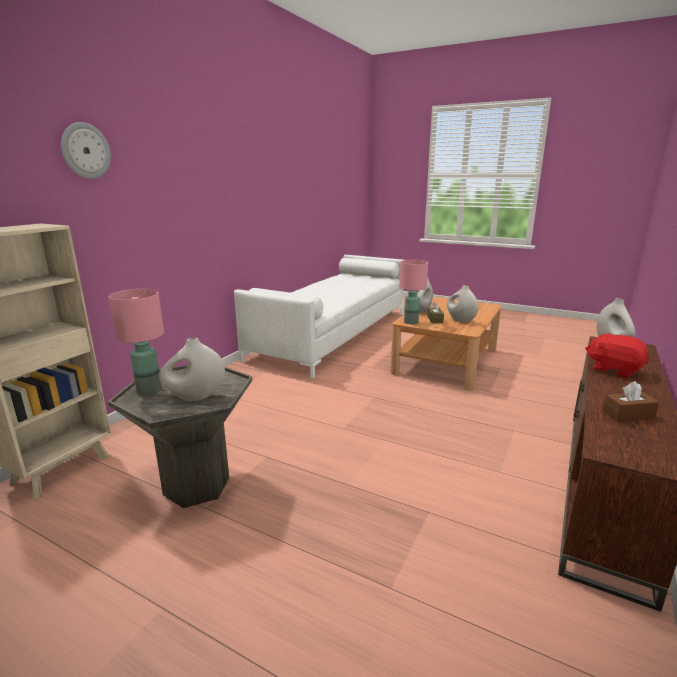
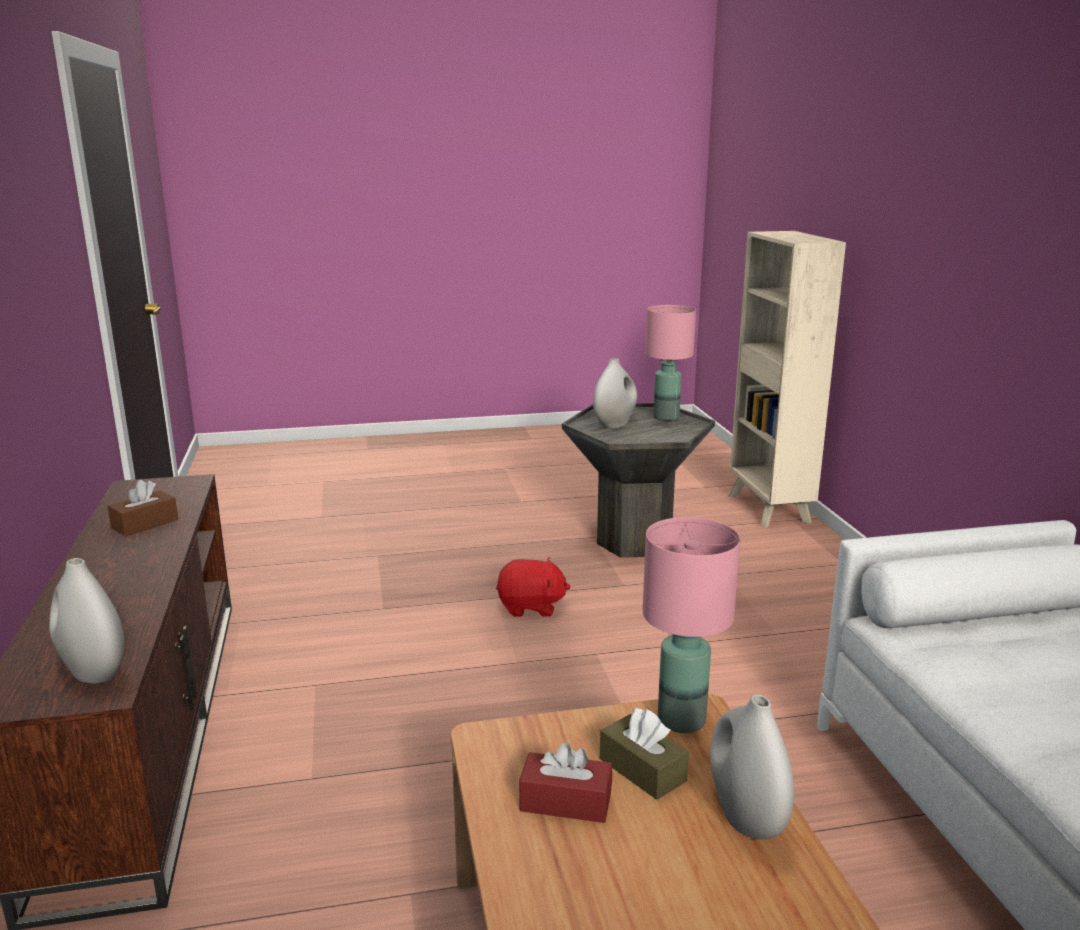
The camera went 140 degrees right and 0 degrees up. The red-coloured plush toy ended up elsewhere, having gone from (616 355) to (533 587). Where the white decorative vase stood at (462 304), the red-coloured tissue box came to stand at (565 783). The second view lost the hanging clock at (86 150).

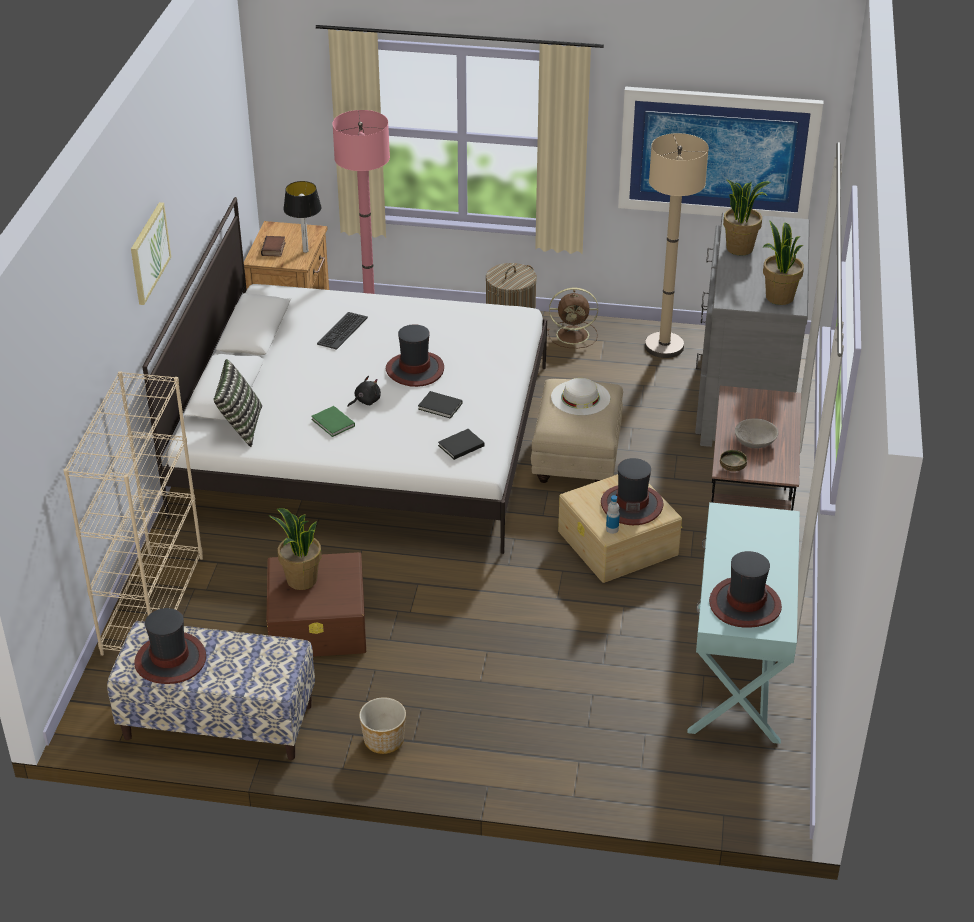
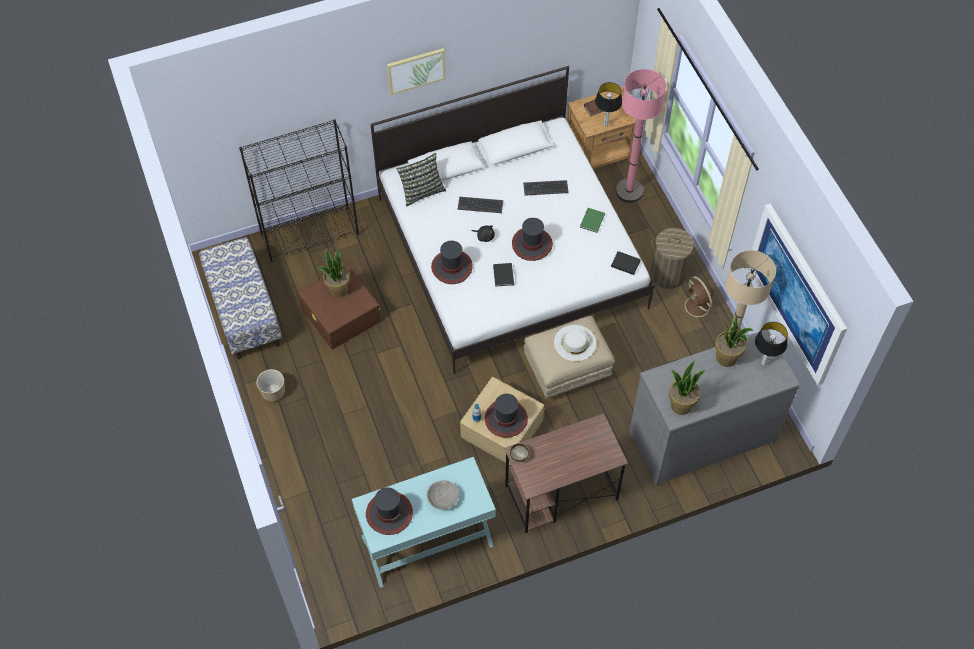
The camera went 60 degrees right and 20 degrees up. What was the sand-coloured bookcase at (133 513) turned into the black bookcase at (299 190). The gray serving bowl ended up elsewhere, having gone from (756 433) to (443 495). The clothing hat ended up elsewhere, having gone from (170 646) to (452 262). The second view gained the computer keyboard at (480 205). The green volume ended up elsewhere, having gone from (333 421) to (592 220). The black volume ended up elsewhere, having gone from (461 444) to (626 263). The second view gained the table lamp at (771 344).

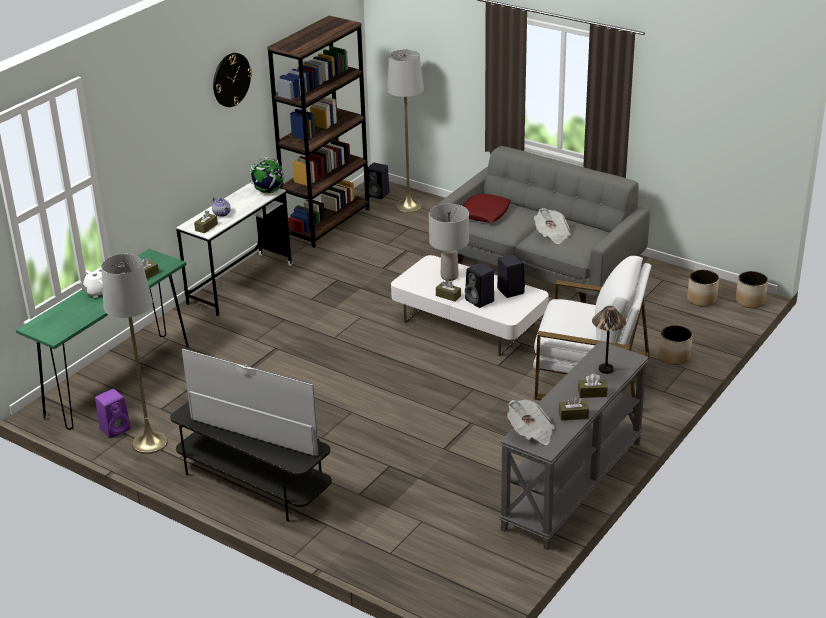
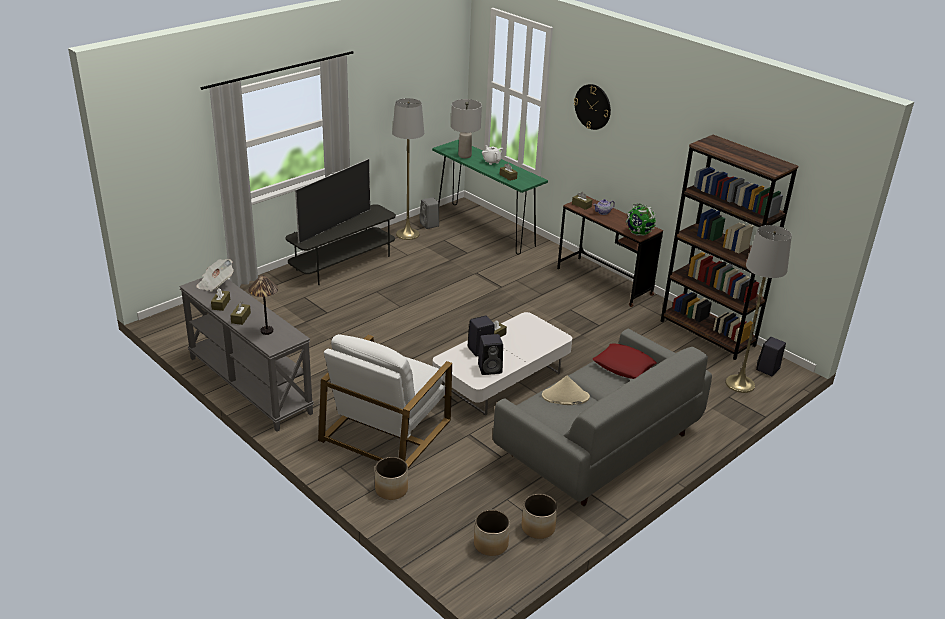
The camera went 100 degrees right and 0 degrees up. What was the purple-coloured speaker at (113 413) turned into the gray speaker at (429 213). The gray table lamp ended up elsewhere, having gone from (449 242) to (466 128). The flower pot ended up elsewhere, having gone from (752 289) to (539 516). Where the newspaper stood at (552 226), the sand-coloured clothing hat came to stand at (566 390). What was the white desk table at (234 248) turned into the brown-coloured desk table at (610 251). The hanging clock ended up elsewhere, having gone from (232 80) to (592 107).

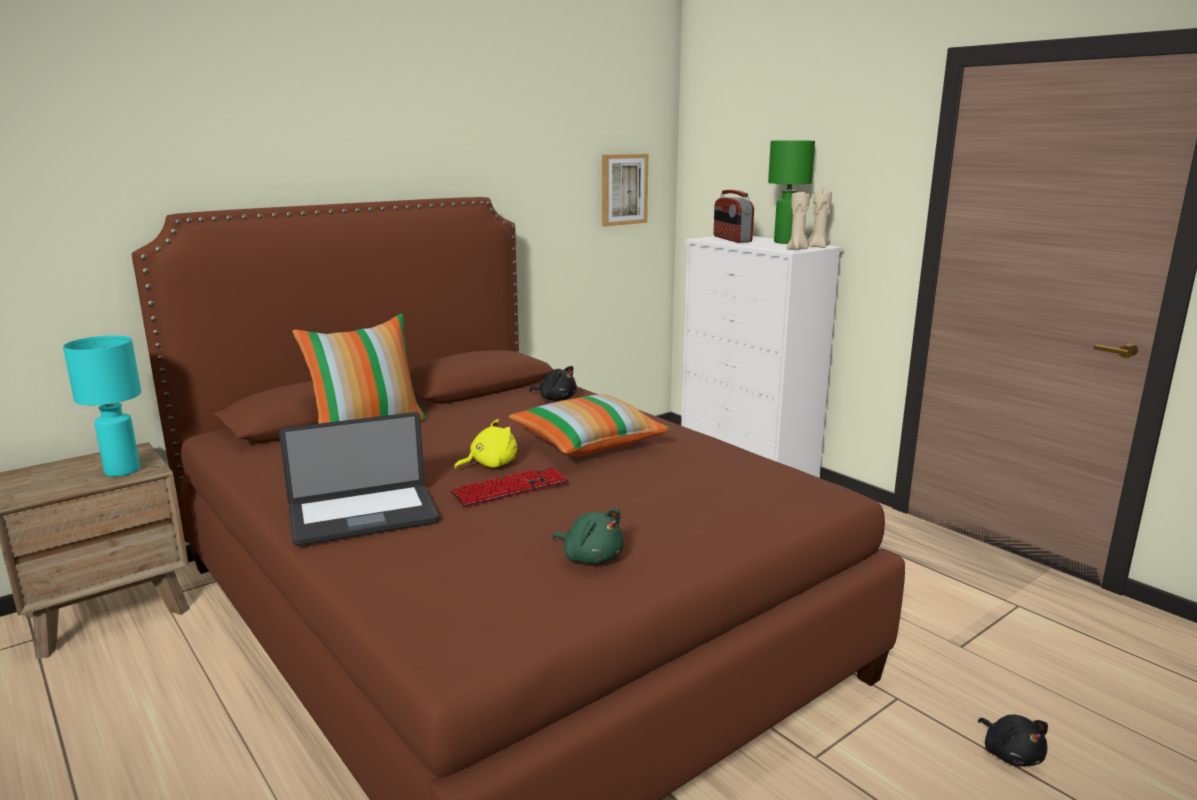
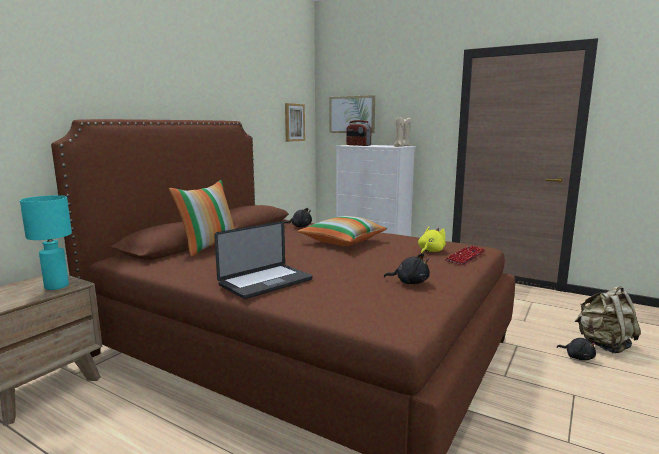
The camera went 20 degrees left and 5 degrees down. The second view gained the wall picture at (352 114). What was the green plush toy at (588 536) turned into the black plush toy at (407 269). The yellowish plush toy ended up elsewhere, having gone from (485 444) to (432 240). The computer keyboard ended up elsewhere, having gone from (509 487) to (465 255). The second view gained the sand-coloured rucksack at (607 320). The second view lost the green table lamp at (791 192).

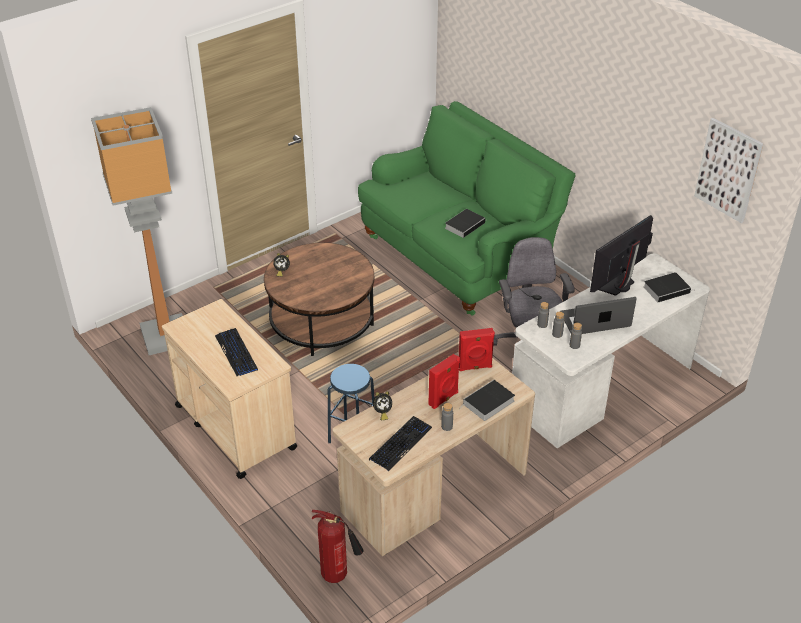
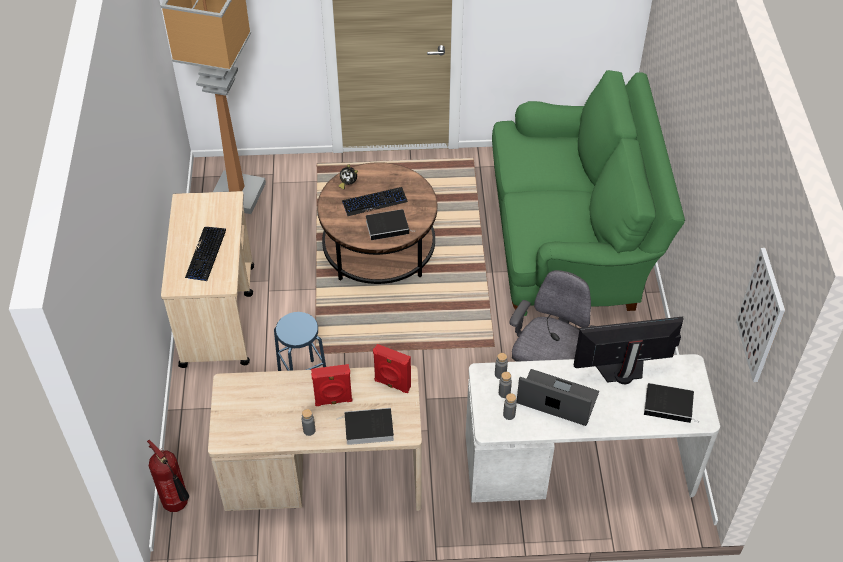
The camera went 35 degrees right and 10 degrees up. The computer keyboard ended up elsewhere, having gone from (400 443) to (375 201). The volume ended up elsewhere, having gone from (466 223) to (391 224). The second view lost the table clock at (382 405).

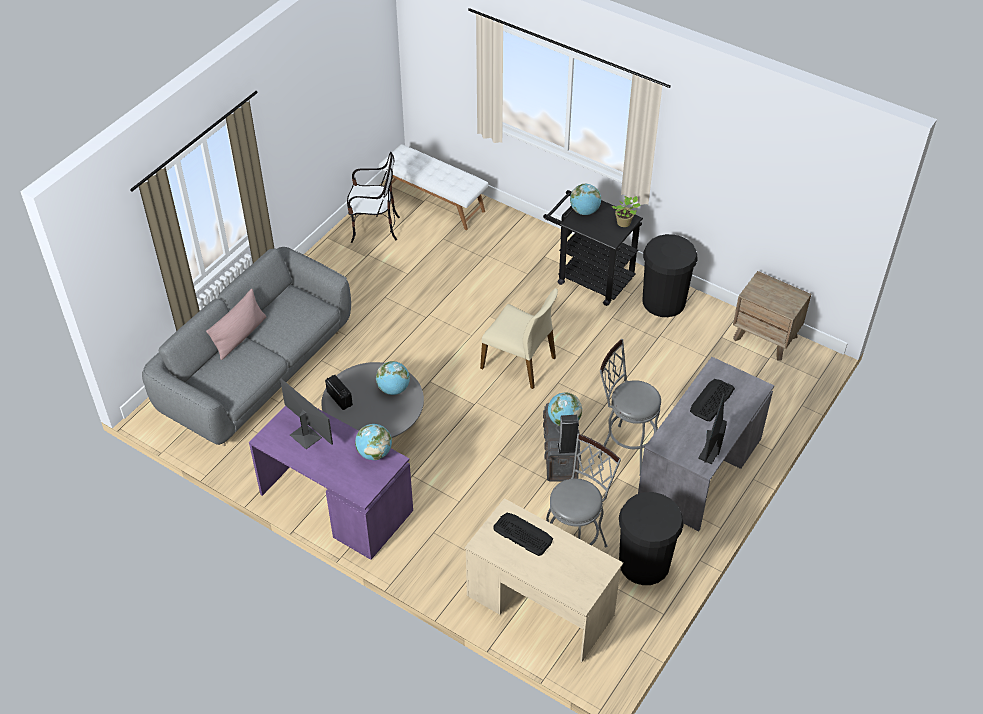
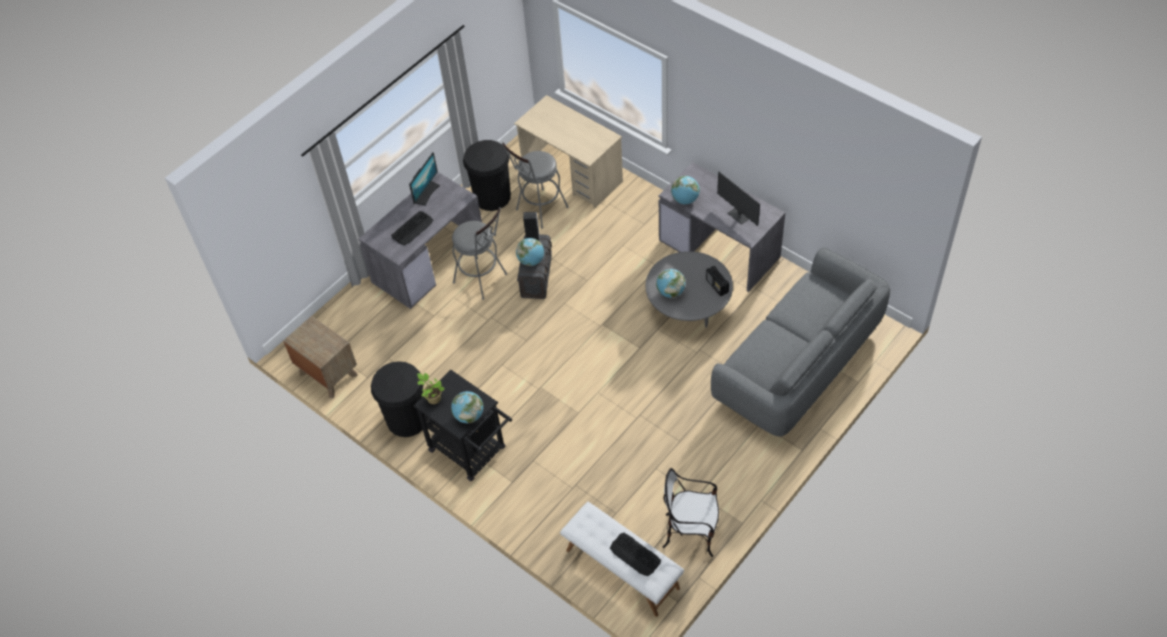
The camera went 170 degrees left and 5 degrees up. The computer keyboard ended up elsewhere, having gone from (523 534) to (635 555). What was the purple-coloured desk table at (331 483) turned into the gray desk table at (722 227). The second view lost the pink cushion at (236 324). The second view lost the sand-coloured plain chair at (519 338).

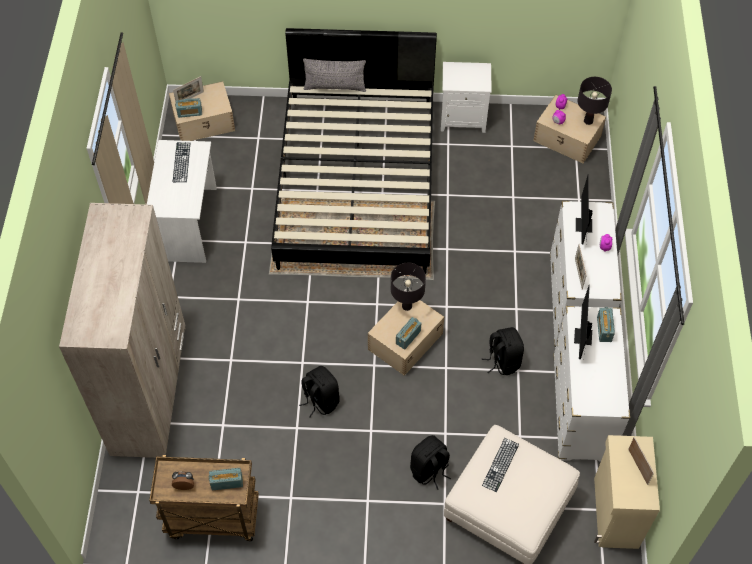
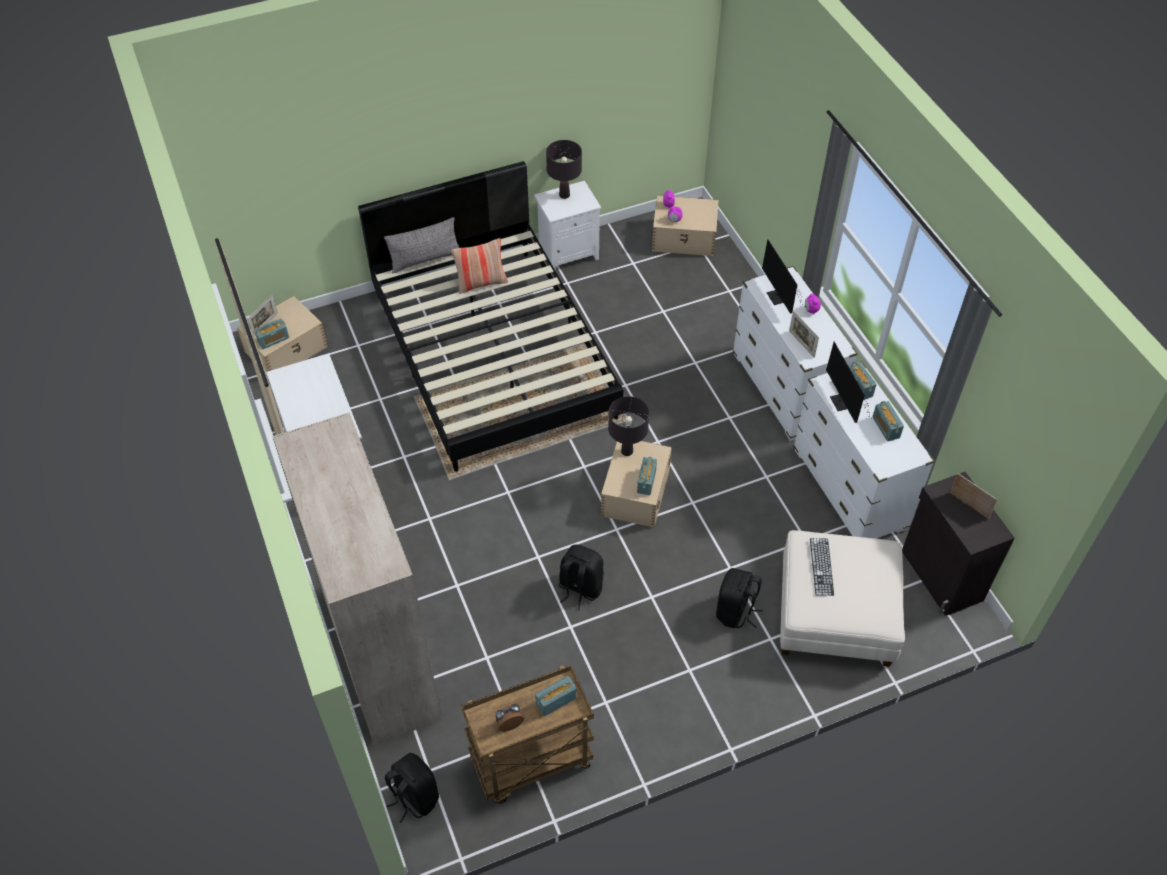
The camera went 25 degrees left and 5 degrees down. The black rucksack ended up elsewhere, having gone from (503 351) to (412 788). The second view gained the cushion at (479 266). The black table lamp ended up elsewhere, having gone from (595 101) to (564 169). The second view gained the radio set at (888 421). What was the sand-coloured cabinet at (627 492) turned into the black cabinet at (958 544). The second view lost the computer keyboard at (182 162).

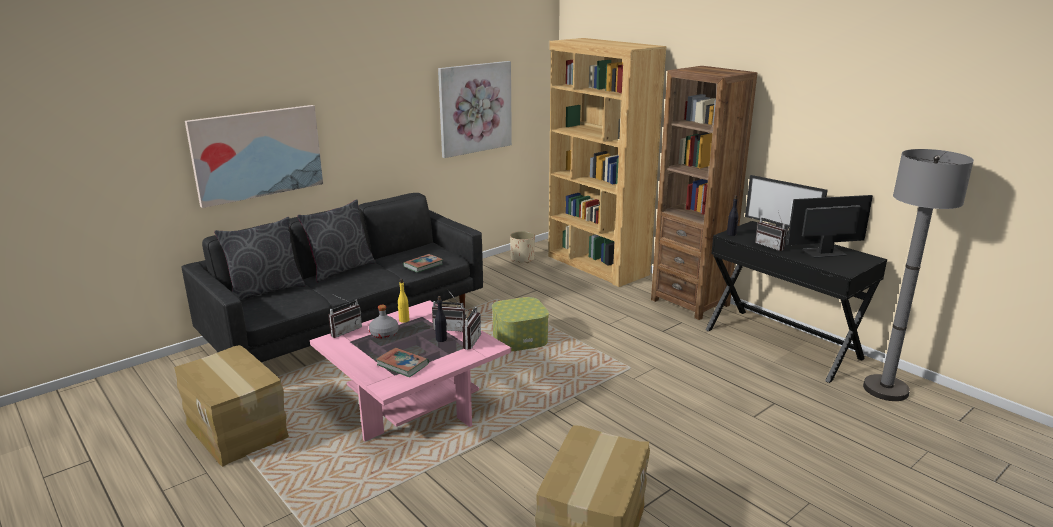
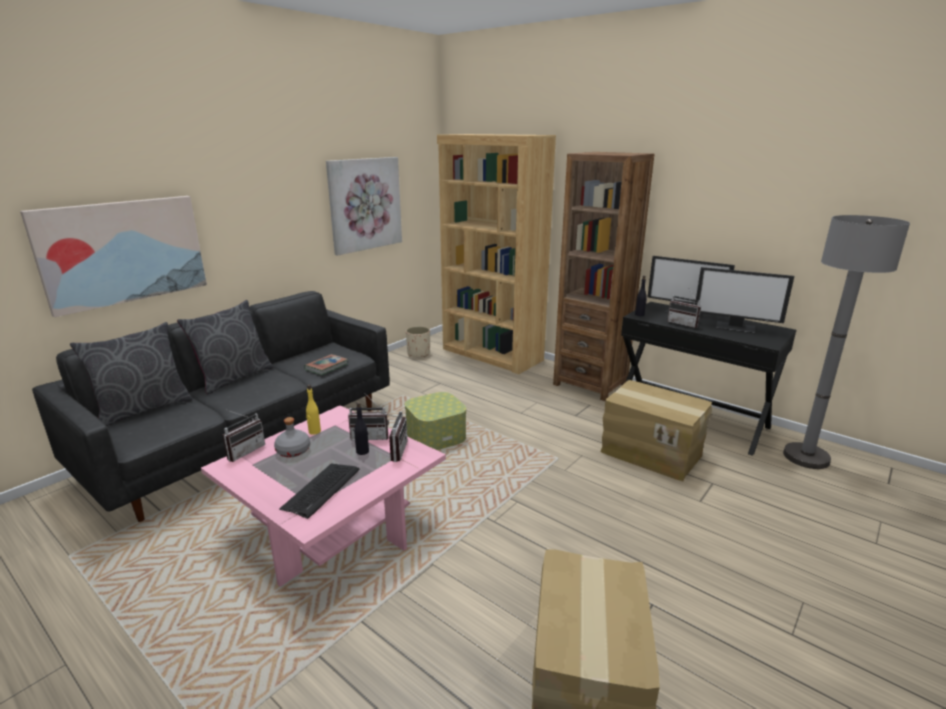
The camera went 10 degrees left and 0 degrees up. Where the volume stood at (402 362), the computer keyboard came to stand at (319 491). The cardboard box ended up elsewhere, having gone from (231 406) to (656 431). The computer screen at (830 226) ended up facing another way, 135 degrees counterclockwise from before.

